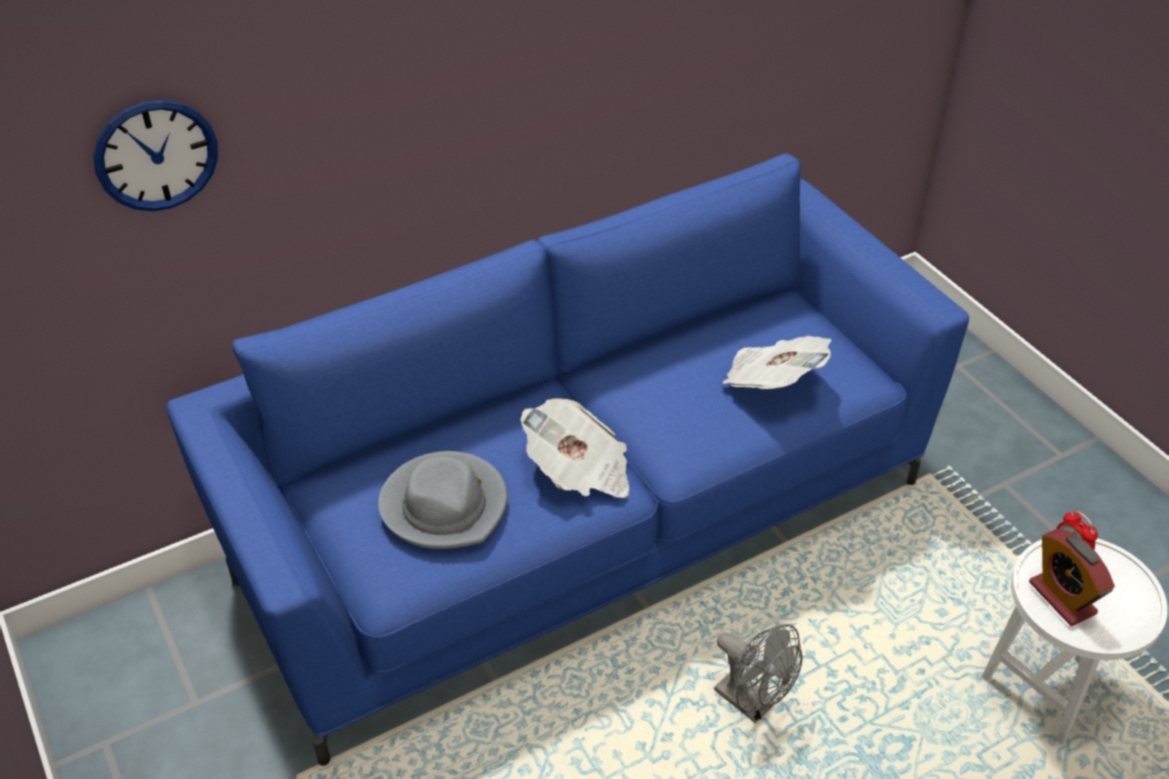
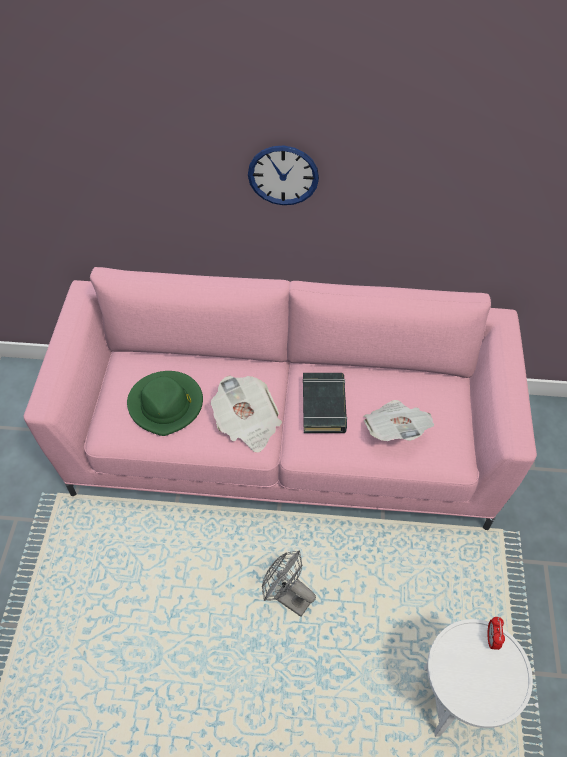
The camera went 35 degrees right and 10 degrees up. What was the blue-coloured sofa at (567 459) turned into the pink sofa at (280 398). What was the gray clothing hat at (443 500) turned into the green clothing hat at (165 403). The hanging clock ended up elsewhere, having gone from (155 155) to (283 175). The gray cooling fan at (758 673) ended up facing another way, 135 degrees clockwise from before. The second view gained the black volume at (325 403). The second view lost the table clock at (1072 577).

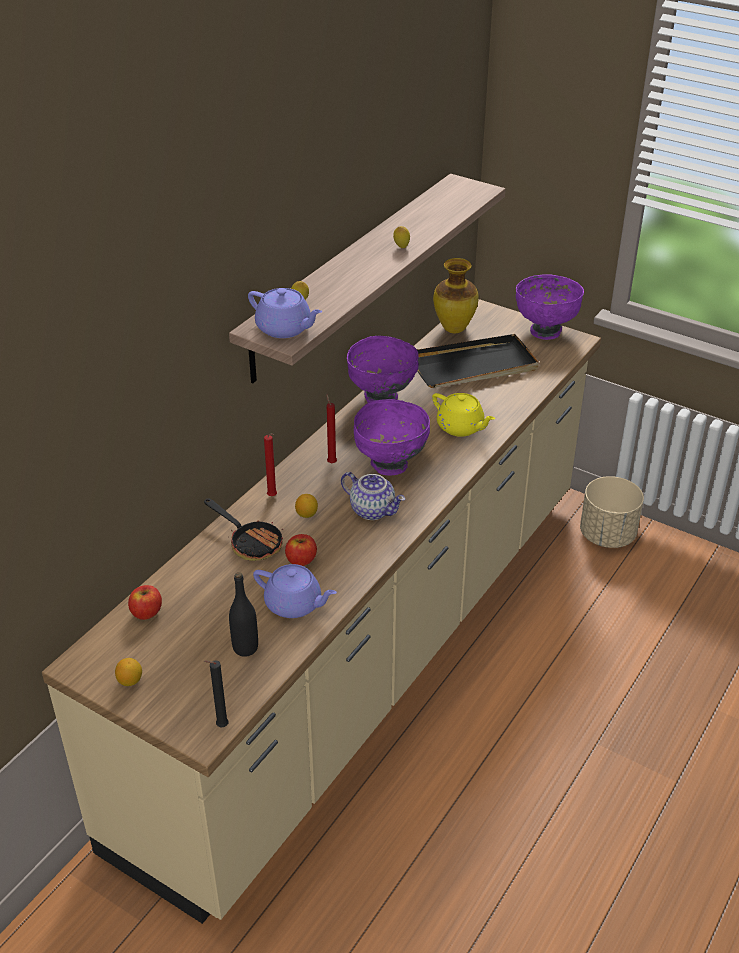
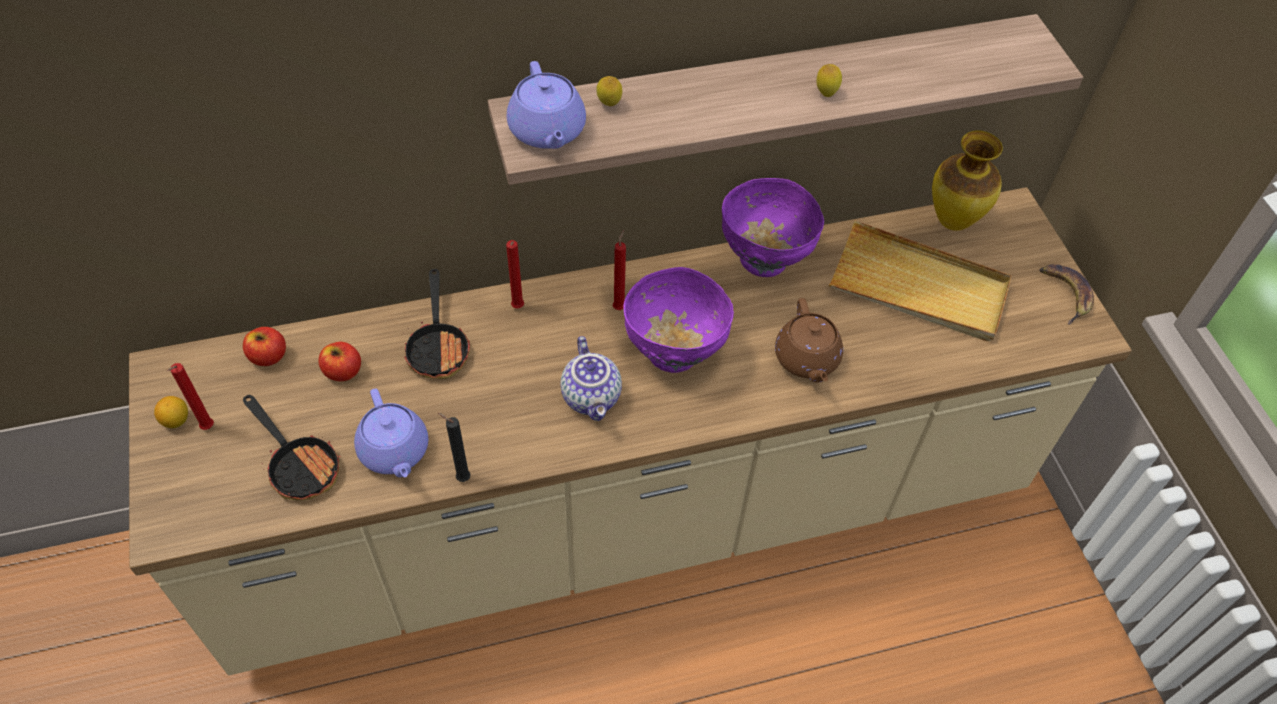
The camera went 40 degrees right and 15 degrees up. The second view gained the red-coloured wax candle at (190 396). Where the black drink bottle stood at (243 614), the skillet came to stand at (292 447). The apple ended up elsewhere, having gone from (301 550) to (339 362). The black wax candle ended up elsewhere, having gone from (216 693) to (454 447). What was the yellowish tea pot at (463 415) turned into the brown-coloured tea pot at (809 340). What was the black serving tray at (478 361) turned into the sand-coloured serving tray at (920 280). Where the purple-coloured serving bowl stood at (550 307), the banana came to stand at (1066 294). The second view lost the whole lemon at (306 506). The second view lost the sand-coloured flower pot at (612 512).

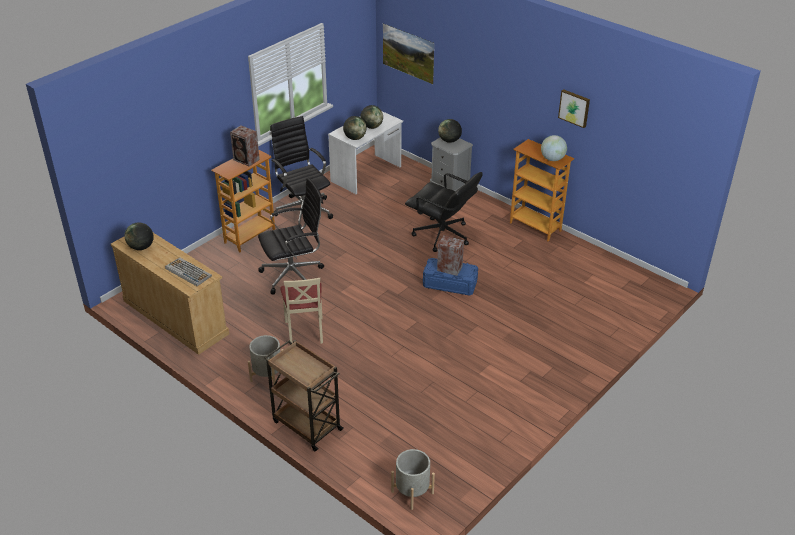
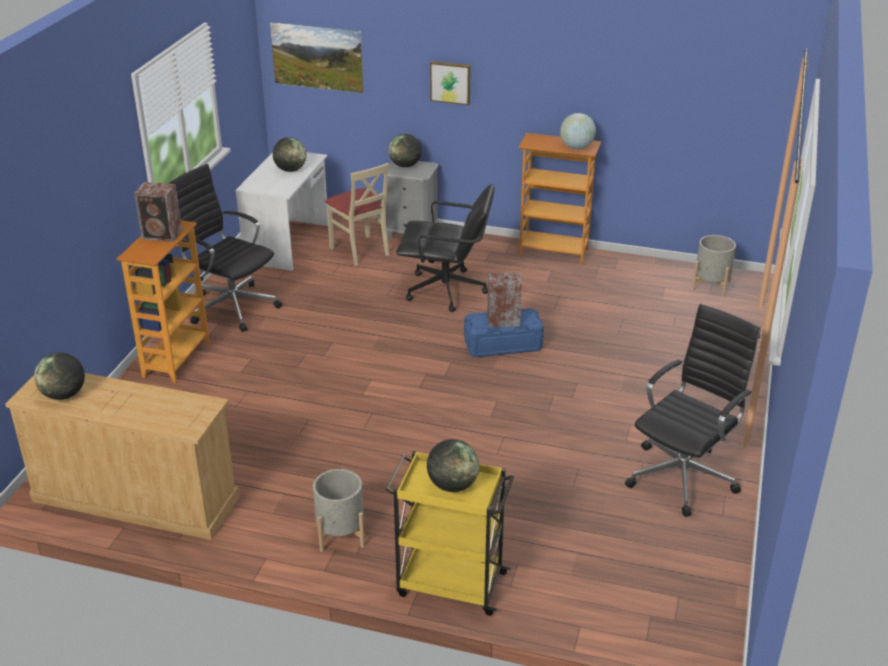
The camera went 25 degrees left and 5 degrees down. The sand-coloured plain chair ended up elsewhere, having gone from (302 311) to (357 214). What was the brown-coloured wheeled cart at (304 395) turned into the yellowish wheeled cart at (450 533). The globe ended up elsewhere, having gone from (355 128) to (453 465). The wall picture ended up elsewhere, having gone from (574 108) to (450 83). The black office chair ended up elsewhere, having gone from (291 236) to (693 410). The gray flower pot ended up elsewhere, having gone from (413 479) to (714 266). The second view lost the computer keyboard at (188 272).

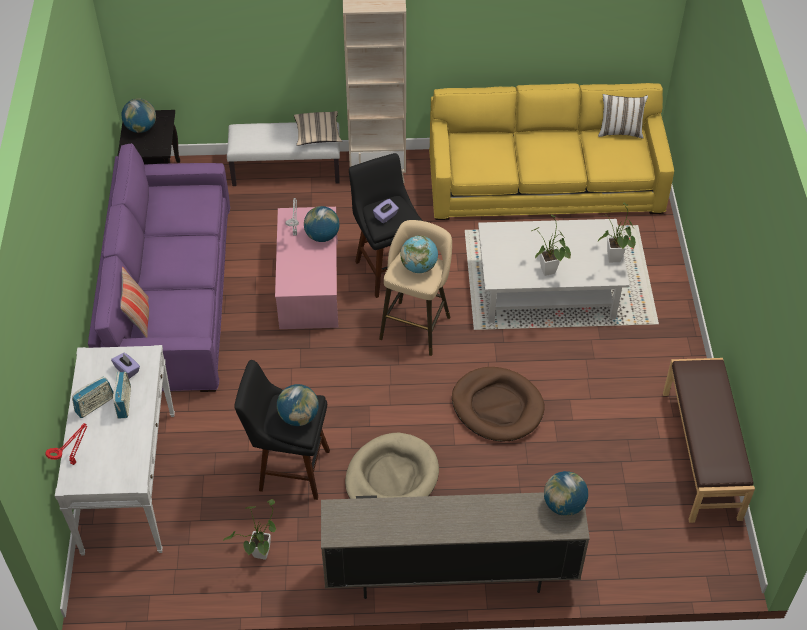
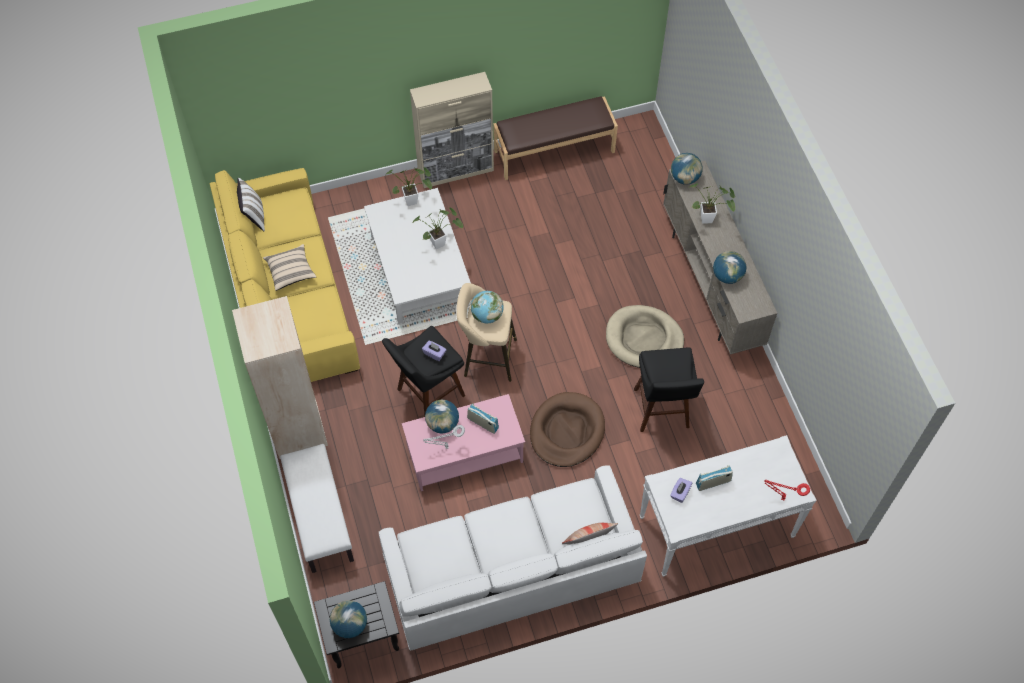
The camera went 105 degrees left and 10 degrees up. The sand-coloured cushion ended up elsewhere, having gone from (318 128) to (289 267). What was the purple-coloured sofa at (159 267) turned into the white sofa at (513 558). The second view gained the sand-coloured cabinet at (452 130). The radio set ended up elsewhere, having gone from (93 397) to (483 419). The brown-coloured dog bed ended up elsewhere, having gone from (498 404) to (567 429). The potted plant ended up elsewhere, having gone from (250 529) to (712 203). The globe ended up elsewhere, having gone from (298 405) to (730 267).

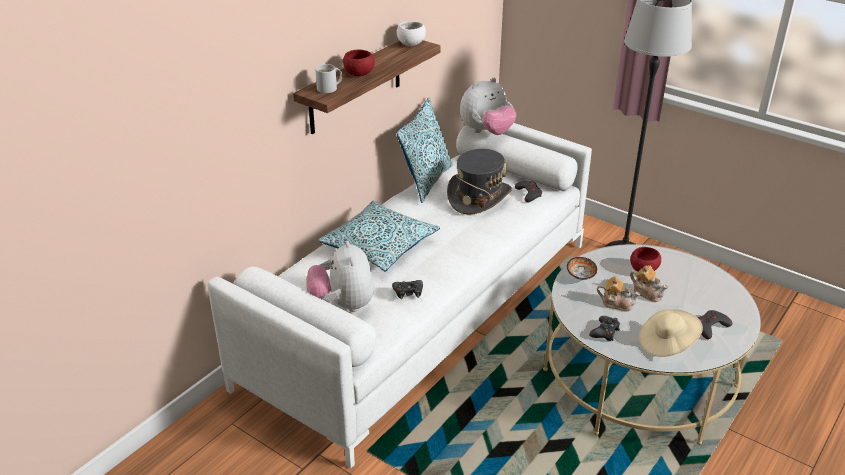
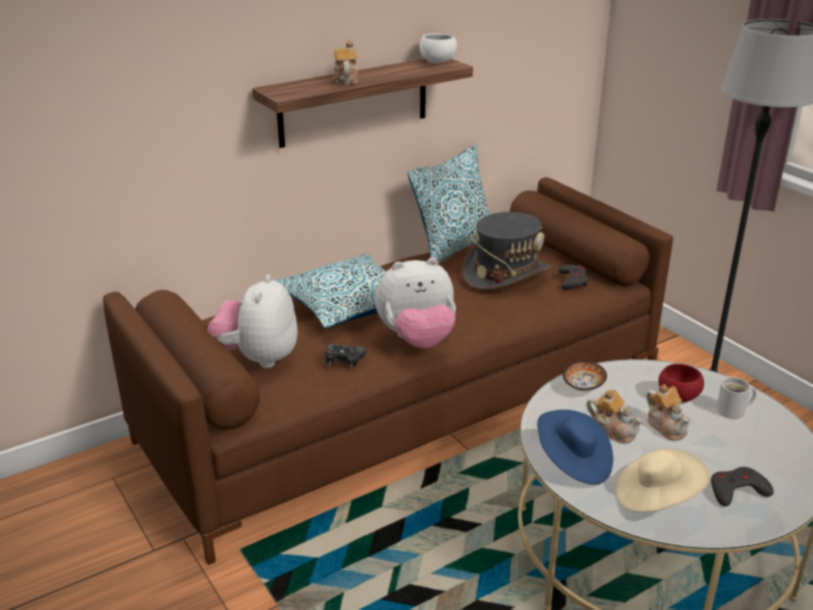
The camera went 20 degrees right and 5 degrees down. What was the white sofa at (400 295) turned into the brown-coloured sofa at (388 371). Where the red-coloured serving bowl stood at (359 63), the tea pot came to stand at (345 62). The plush toy ended up elsewhere, having gone from (488 106) to (415 303). Where the black game controller stood at (604 328), the blue-coloured clothing hat came to stand at (575 447). The white tea mug ended up elsewhere, having gone from (328 78) to (736 398).

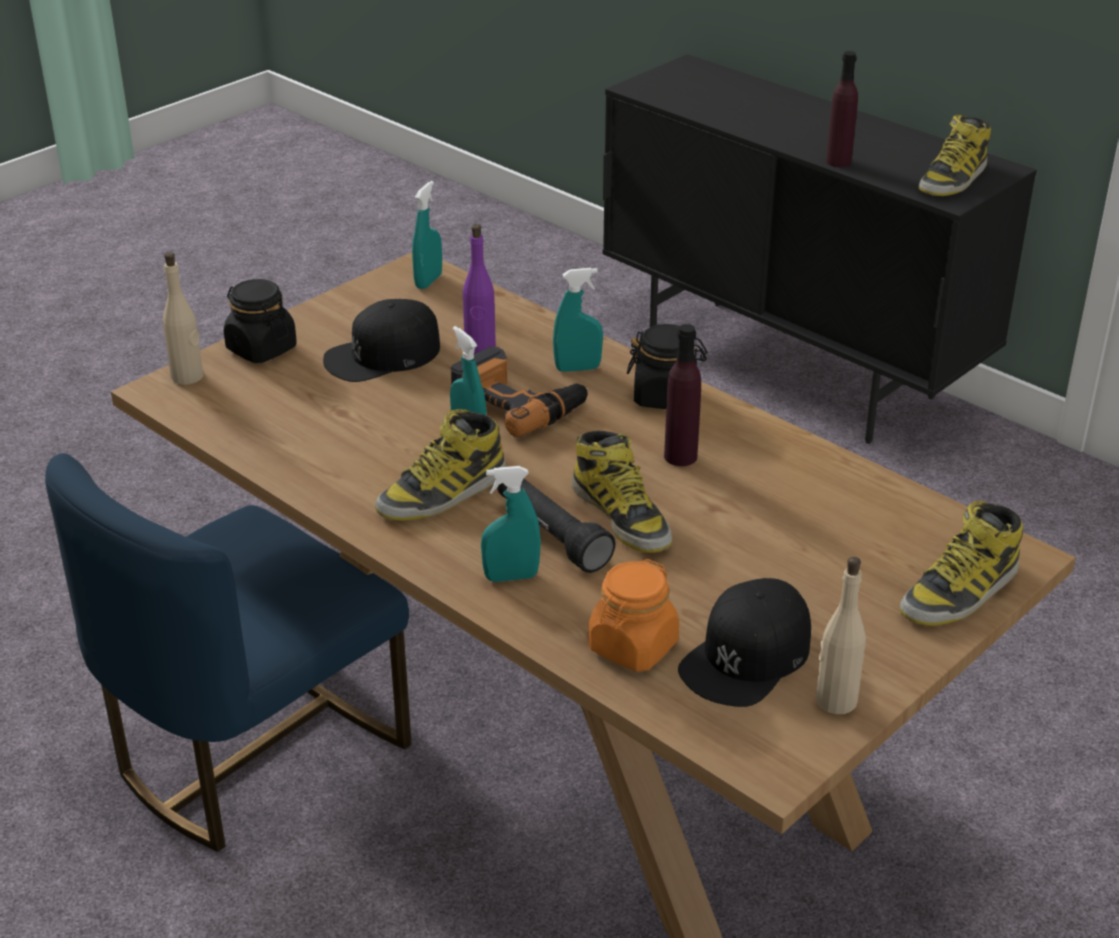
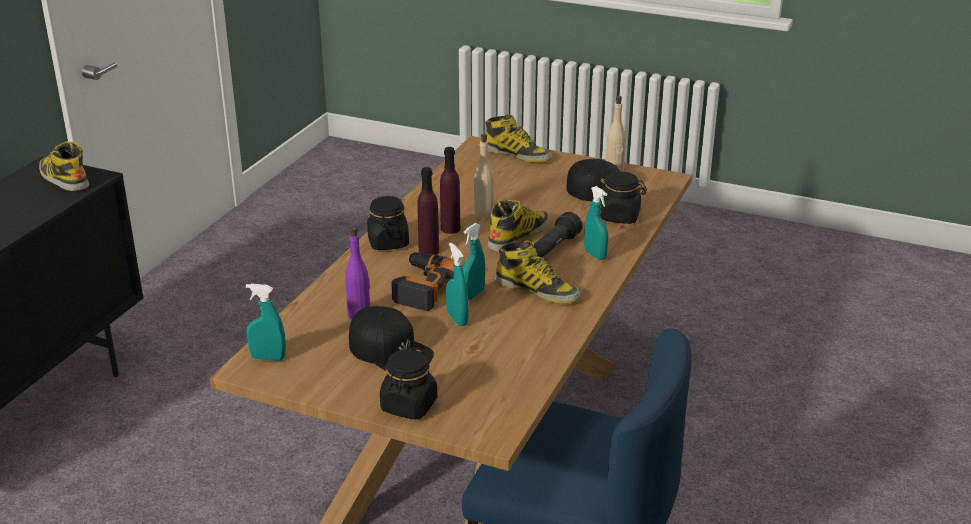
The camera went 110 degrees left and 5 degrees down. The boot at (954 155) ended up facing another way, 150 degrees counterclockwise from before. The purple-coloured drink bottle ended up elsewhere, having gone from (842 109) to (428 211). The turquoise hand sprayer ended up elsewhere, having gone from (578 320) to (457 284). The sand-coloured drink bottle ended up elsewhere, having gone from (183 318) to (484 176). What was the orange-coloured jar at (633 615) turned into the black jar at (623 198).

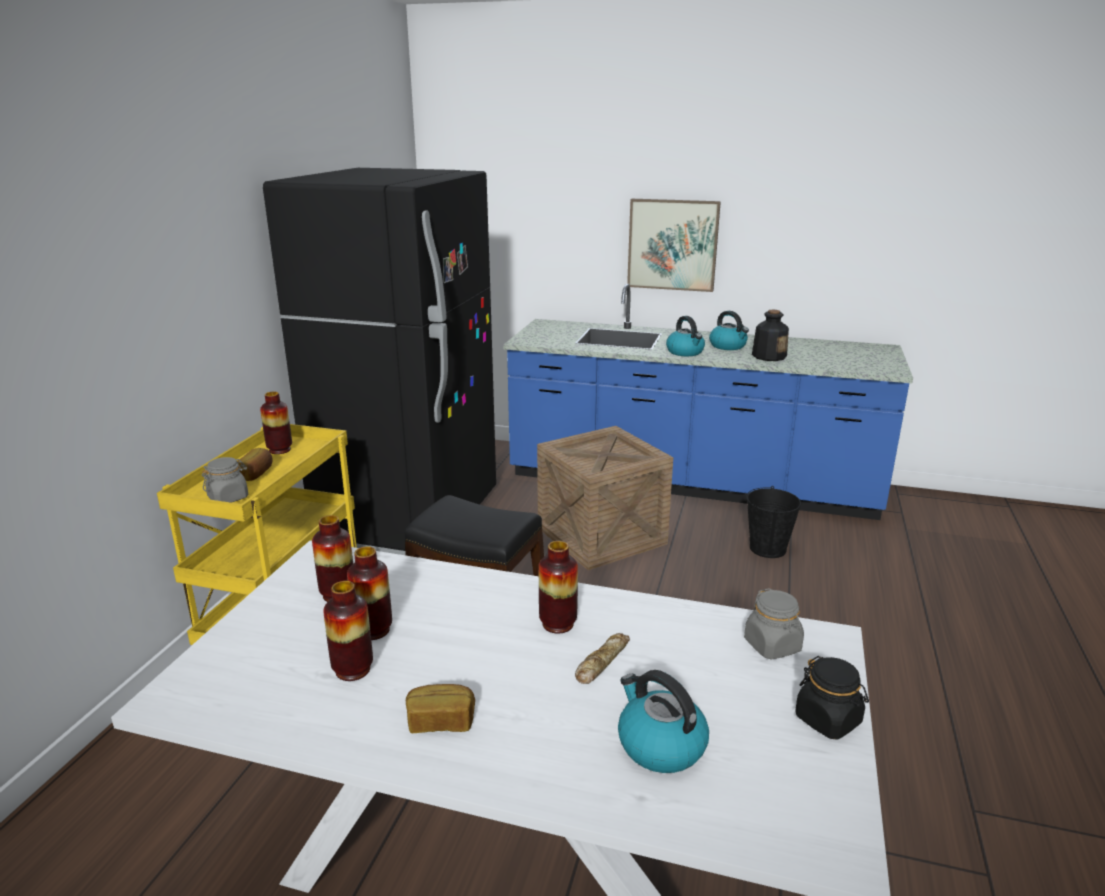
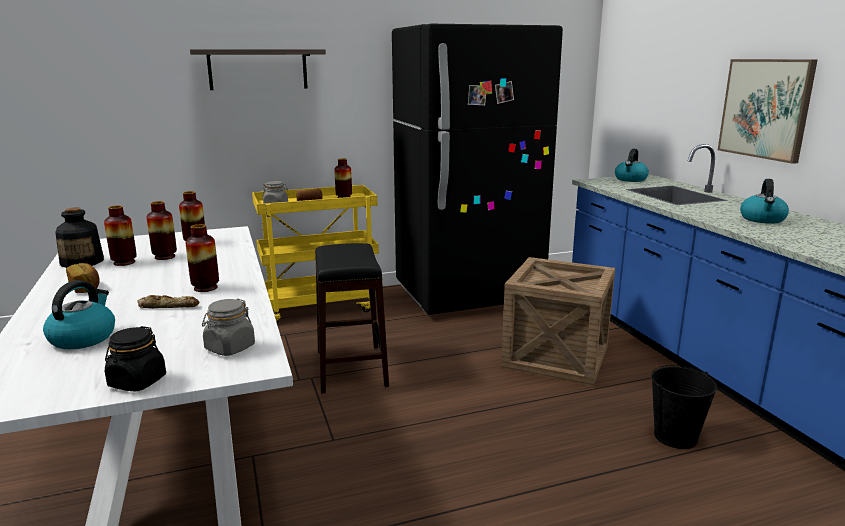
The camera went 55 degrees right and 5 degrees down. The drink bottle ended up elsewhere, having gone from (770 335) to (79 238). The second view gained the wall shelf at (258 69). The water kettle ended up elsewhere, having gone from (685 336) to (632 165).

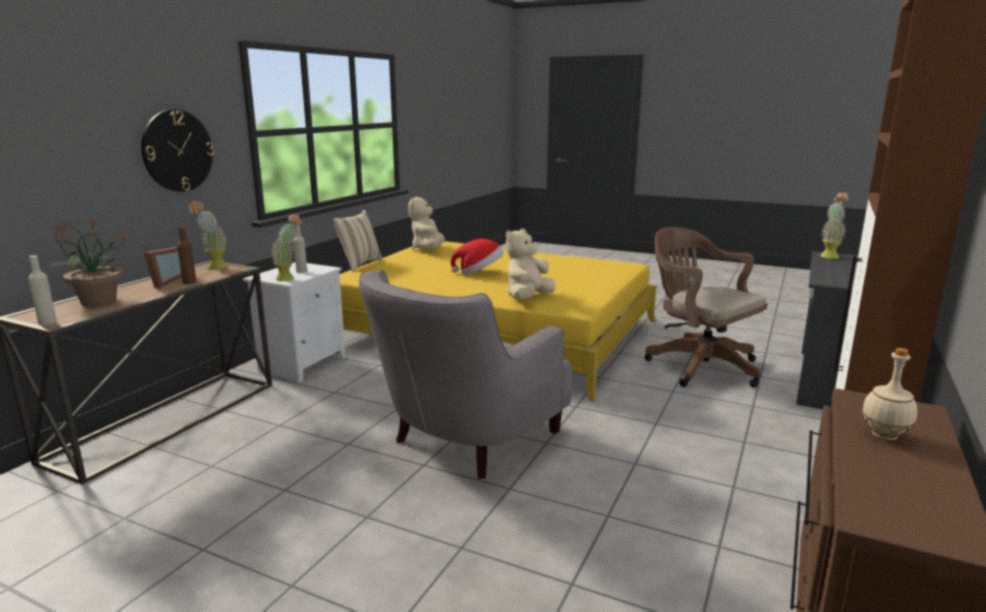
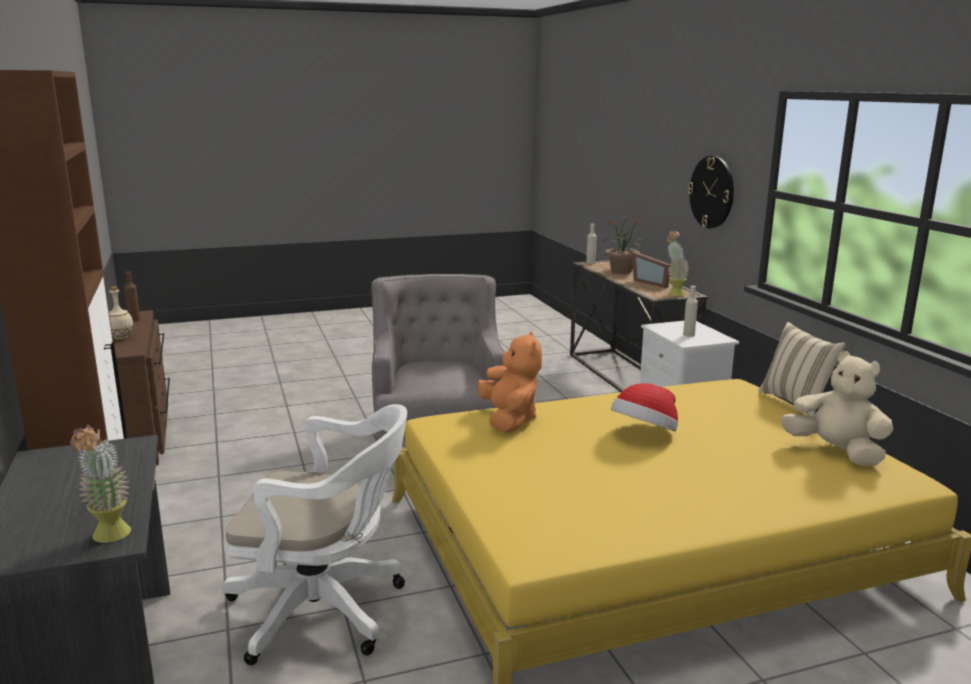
The camera went 135 degrees right and 0 degrees up. The brown-coloured drink bottle ended up elsewhere, having gone from (187 255) to (132 296). What was the brown-coloured office chair at (706 307) turned into the white office chair at (314 534). What was the sand-coloured plush toy at (530 264) turned into the orange-coloured plush toy at (510 382). The second view lost the potted plant at (286 247).

